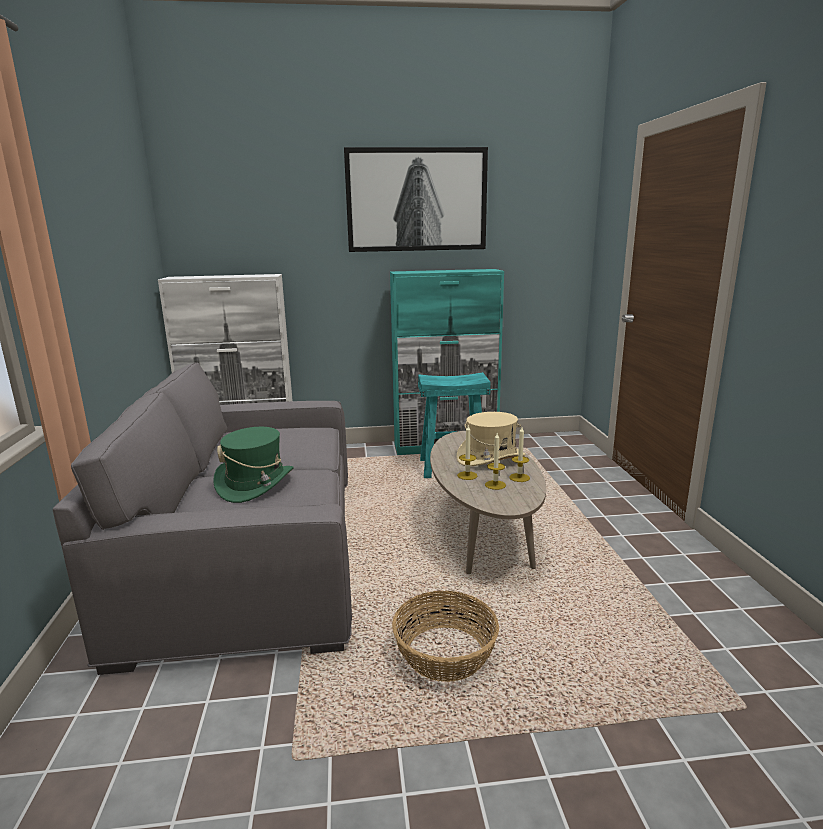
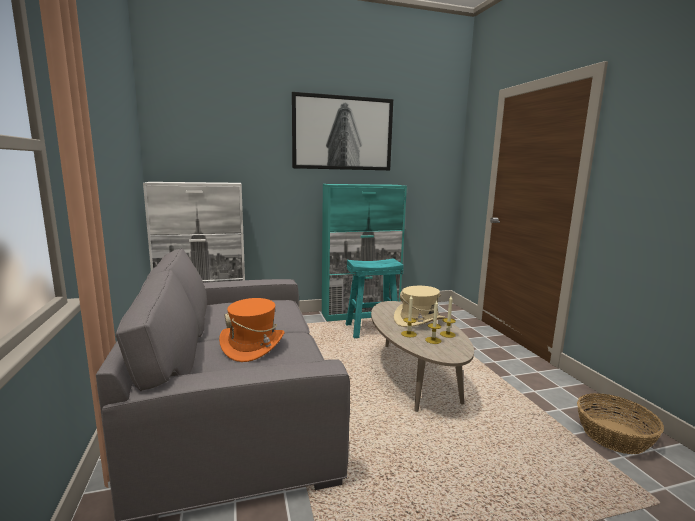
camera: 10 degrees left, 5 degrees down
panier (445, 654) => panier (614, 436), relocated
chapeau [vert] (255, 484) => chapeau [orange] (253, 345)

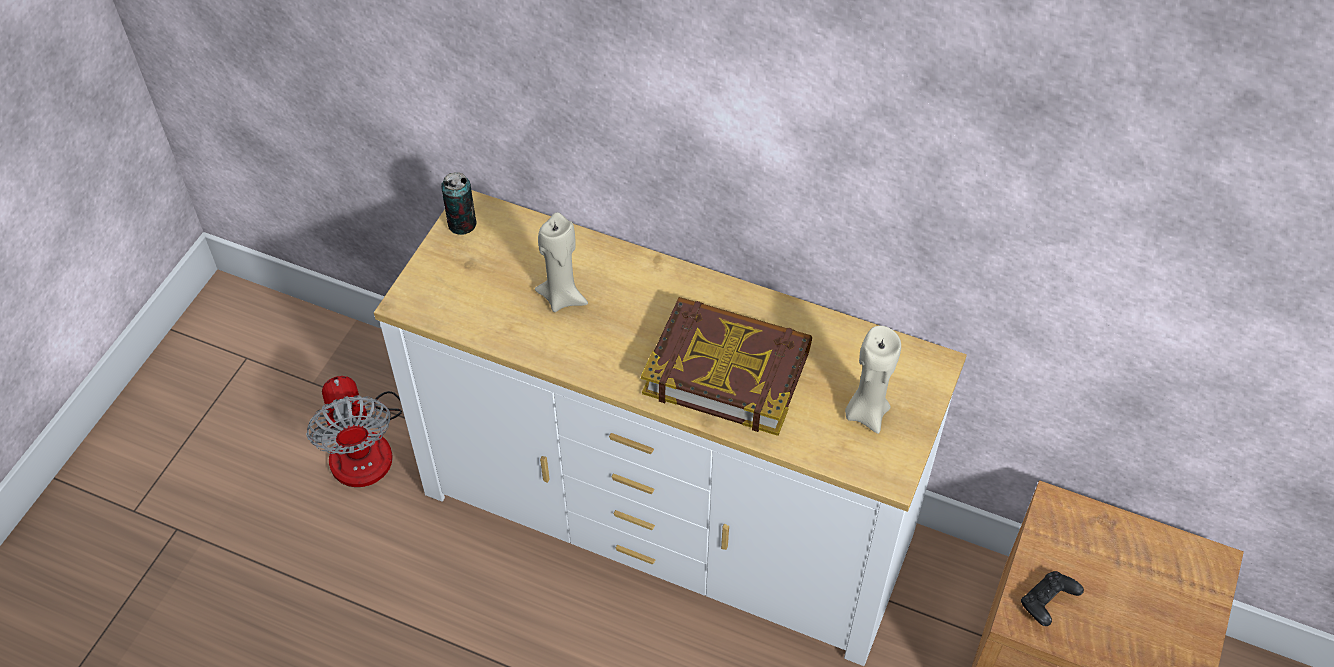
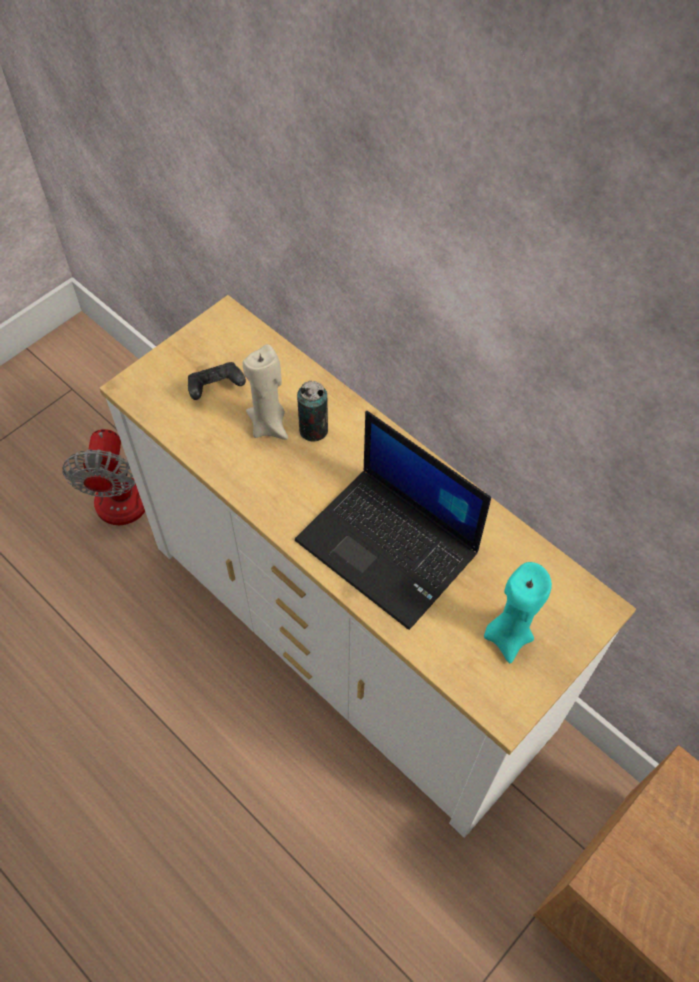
camera: 20 degrees right, 5 degrees up
boîte métallique (462, 224) => boîte métallique (313, 430), relocated
manette [noir] (1047, 603) => manette [noir] (216, 388), relocated
livre (727, 370) => ordinateur portable (390, 546)
bougie [beige] (866, 412) => bougie [turquoise] (508, 636)

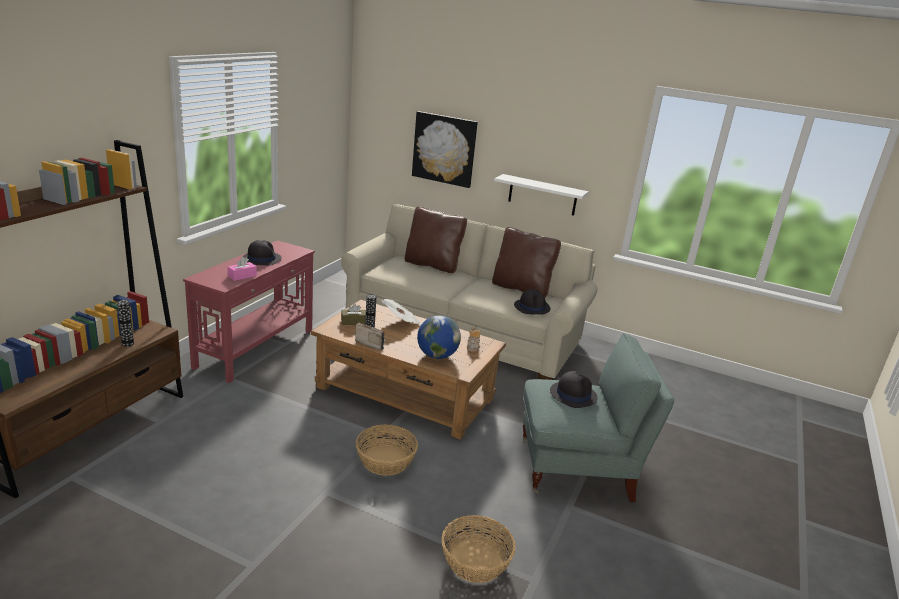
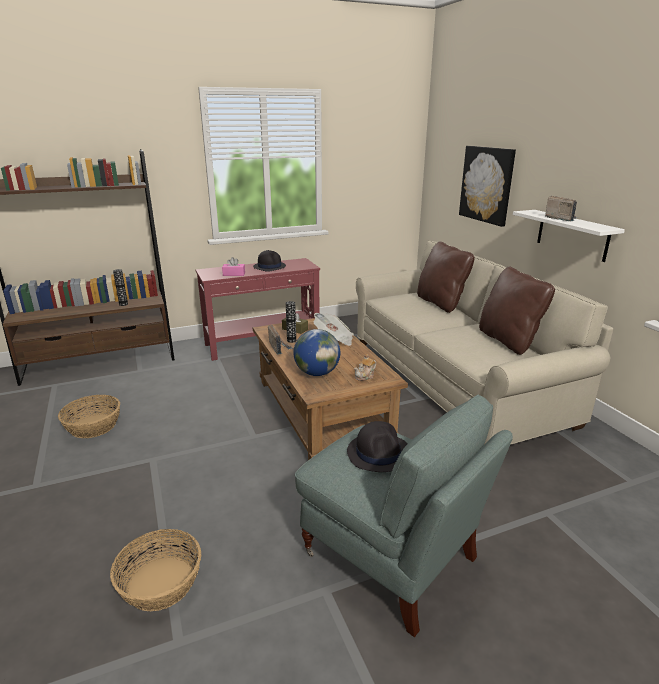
camera: 45 degrees right, 0 degrees up
chapeau [noir] (532, 307) => nothing
nothing => radio (561, 219)
panier (385, 461) => panier (93, 426), relocated

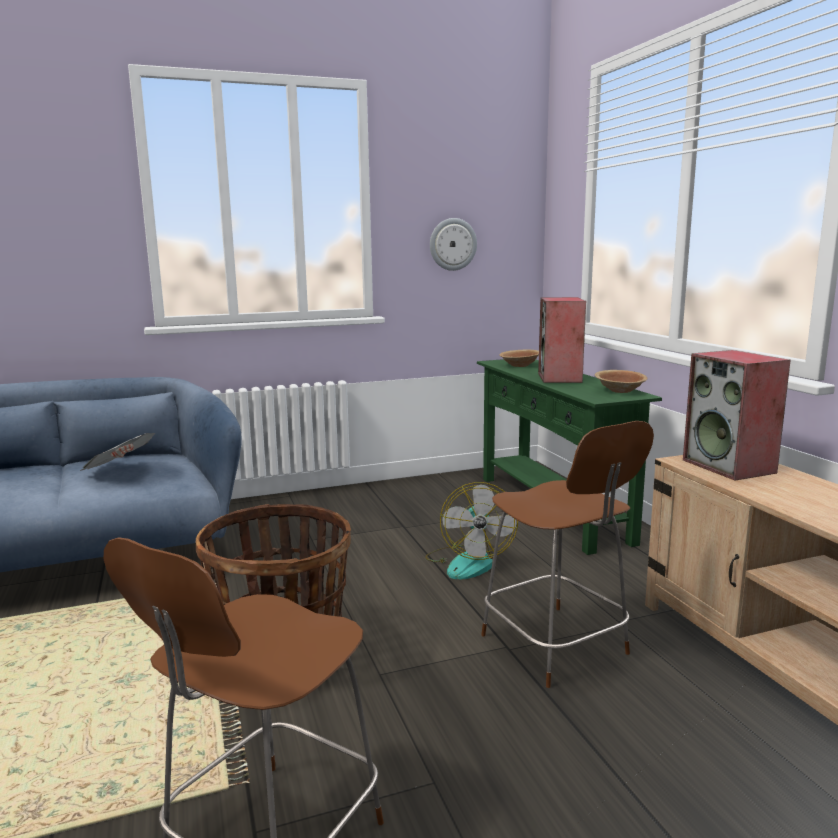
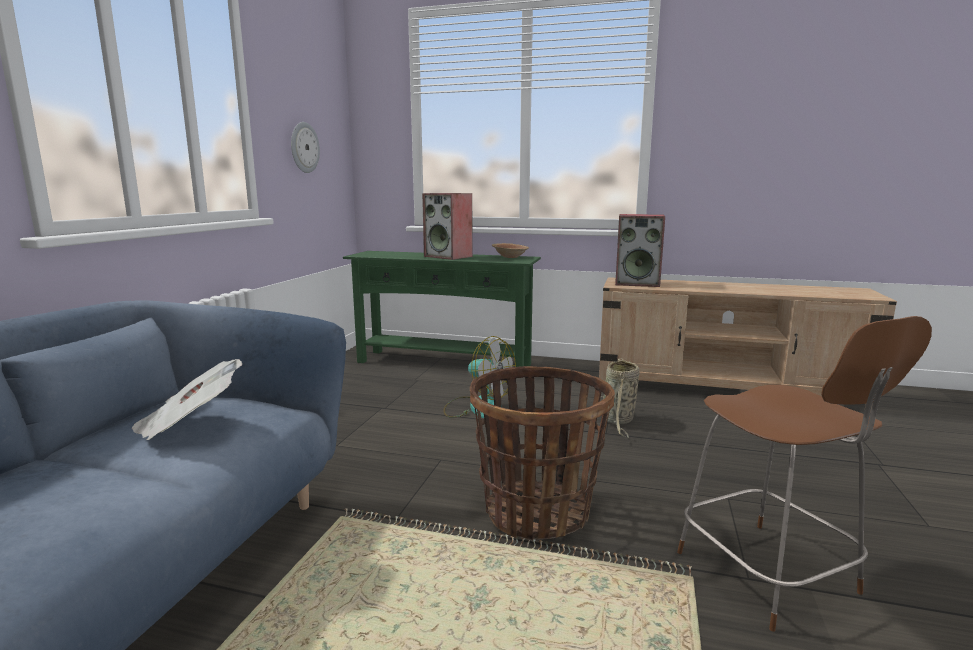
camera: 55 degrees left, 0 degrees up
bol [marron] (520, 365) => nothing
tabouret [marron] (557, 647) => panier (618, 421)

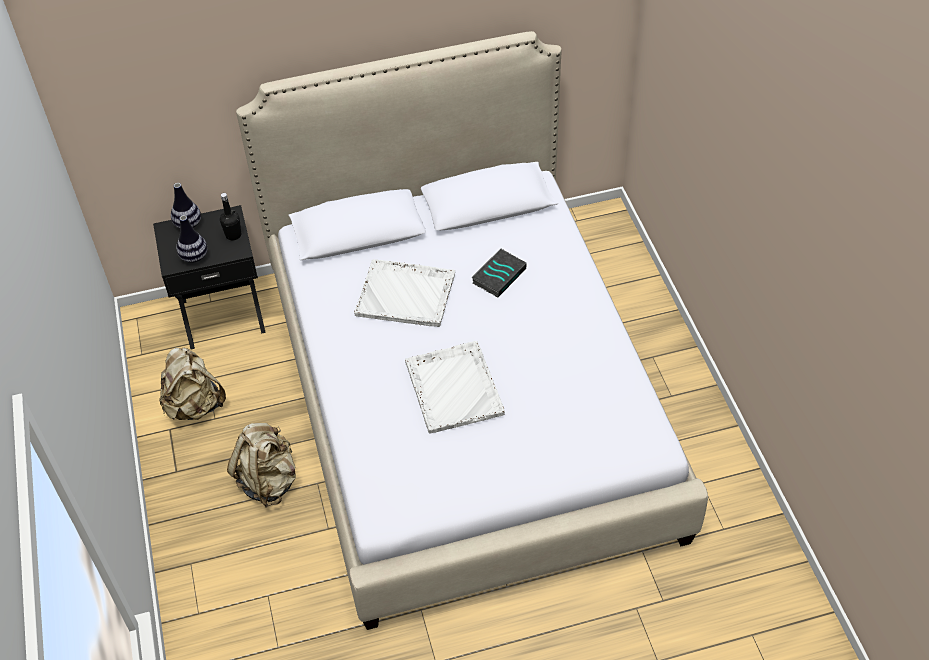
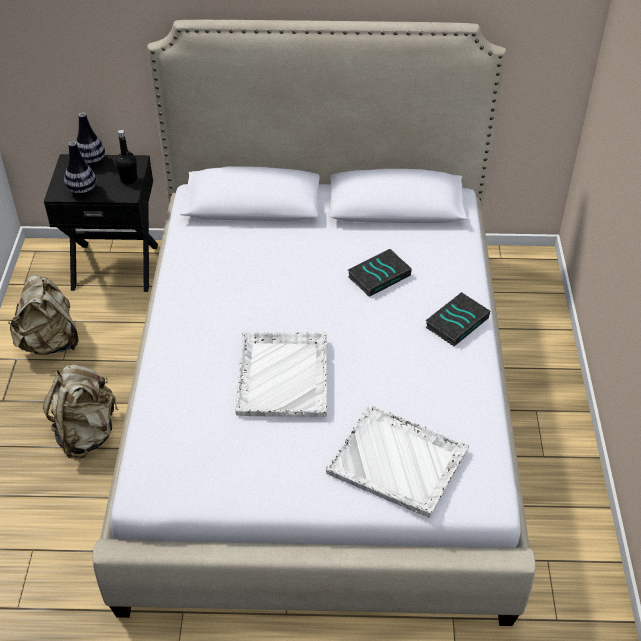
camera: 15 degrees right, 5 degrees down
nothing => livre (456, 322)
plateau [blanc] (406, 295) => plateau [blanc] (398, 462), relocated

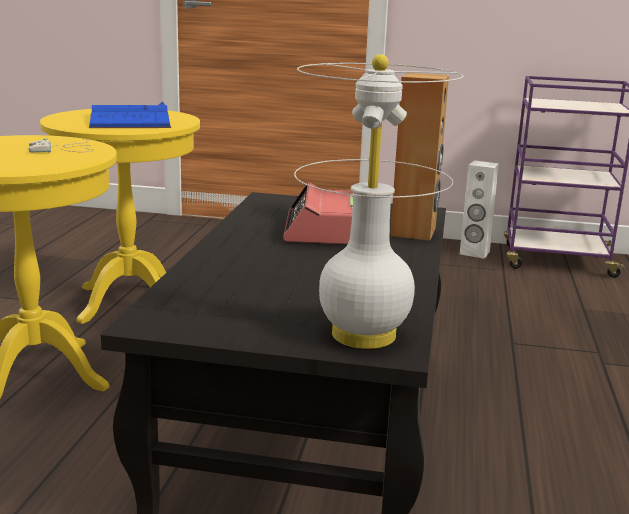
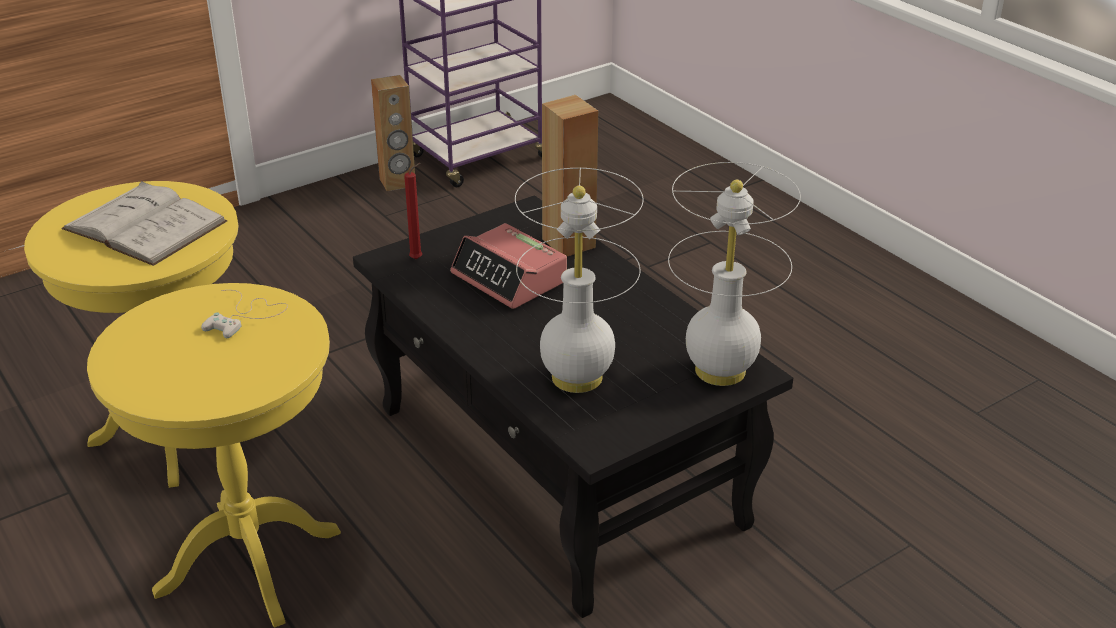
camera: 45 degrees left, 15 degrees up
nothing => bougie [rouge] (418, 259)
nothing => lampe de table [blanc] (576, 377)
livre [bleu] (130, 119) => livre [blanc] (145, 225)
enceinte [blanc] (474, 253) => enceinte [marron] (397, 182)

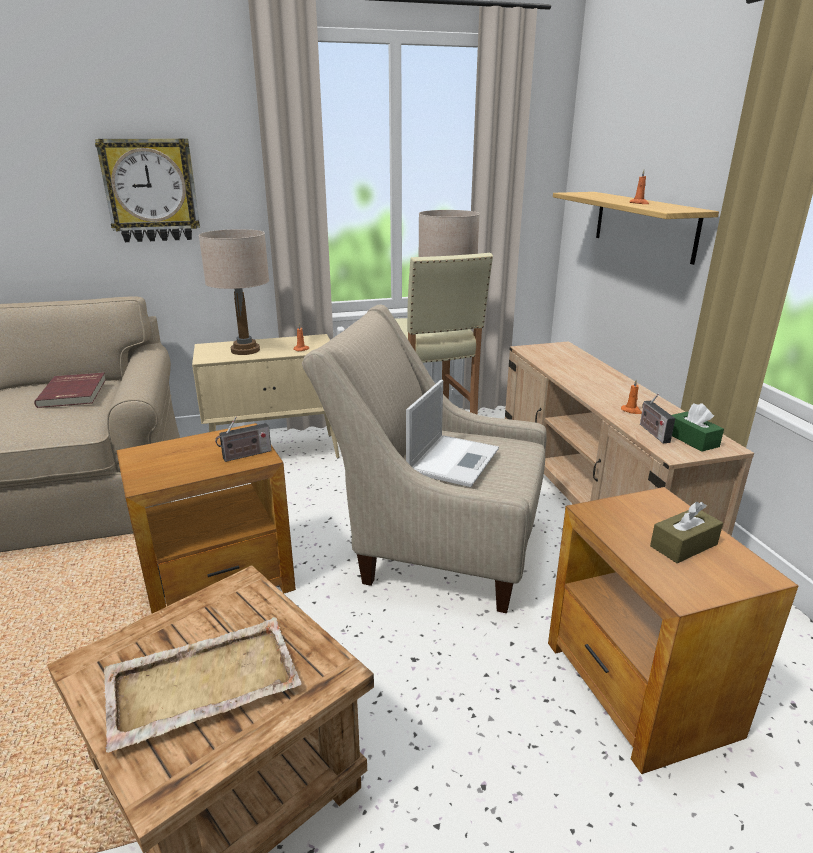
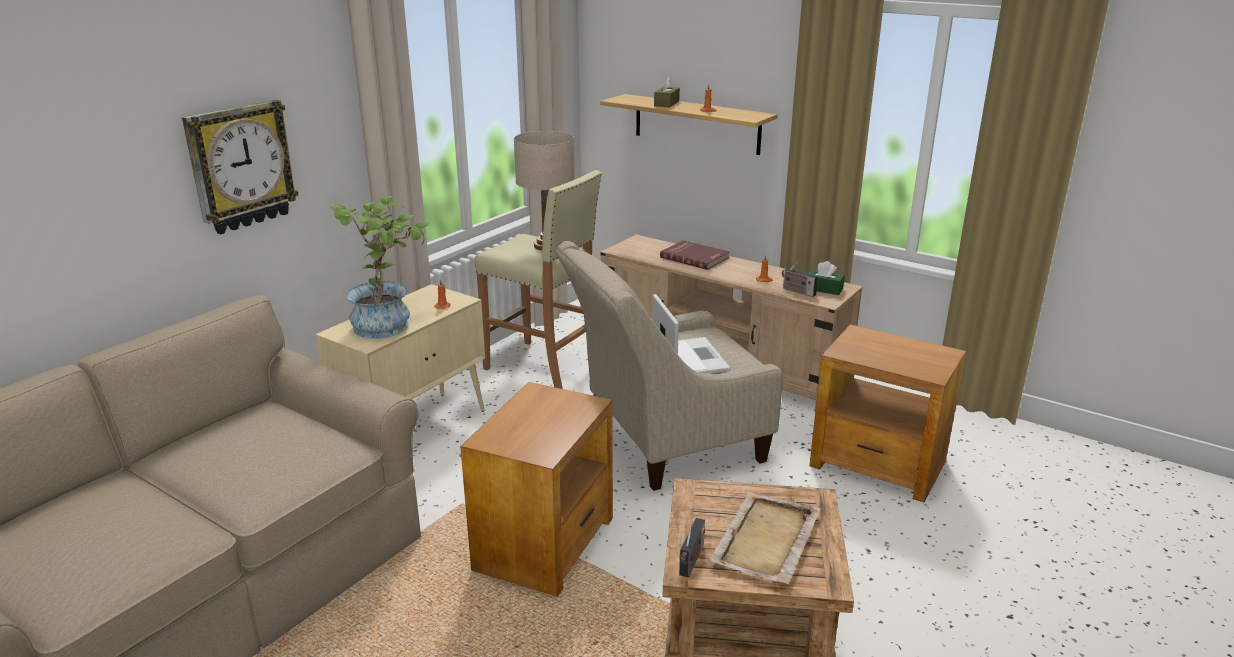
camera: 40 degrees left, 0 degrees up
livre [rouge] (74, 392) => livre [rouge] (695, 257), relocated
radio (245, 455) => radio (691, 561), relocated
boîte à mouchoirs [marron] (683, 545) => boîte à mouchoirs [marron] (666, 103), relocated
lampe de table [beige] (245, 350) => plante en pot (389, 324)

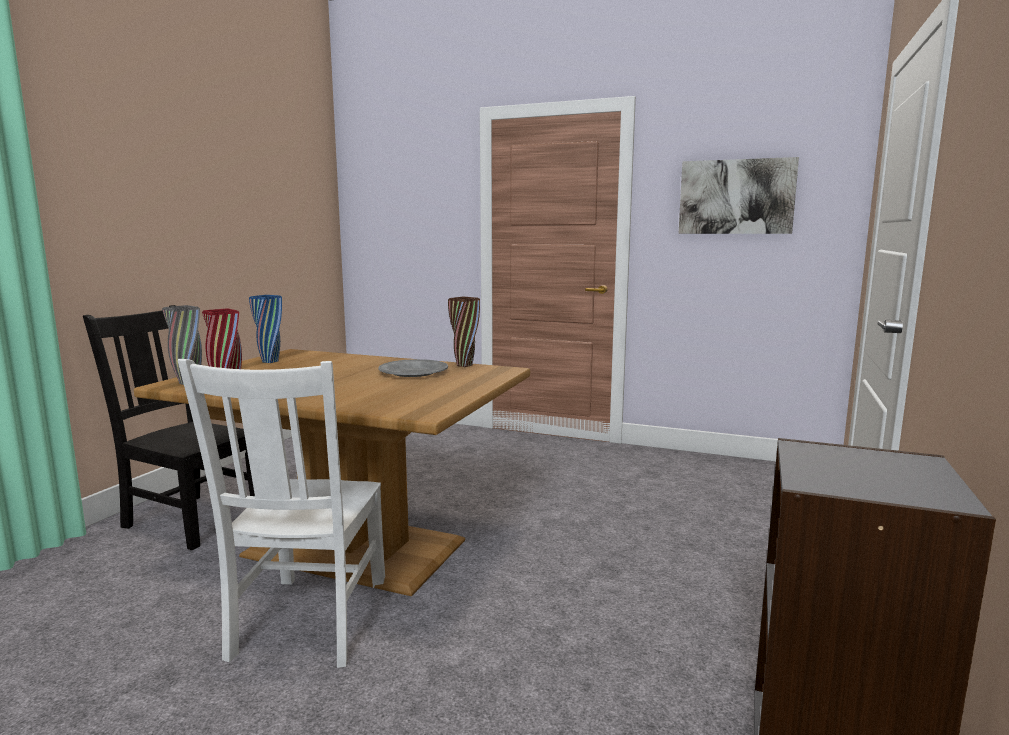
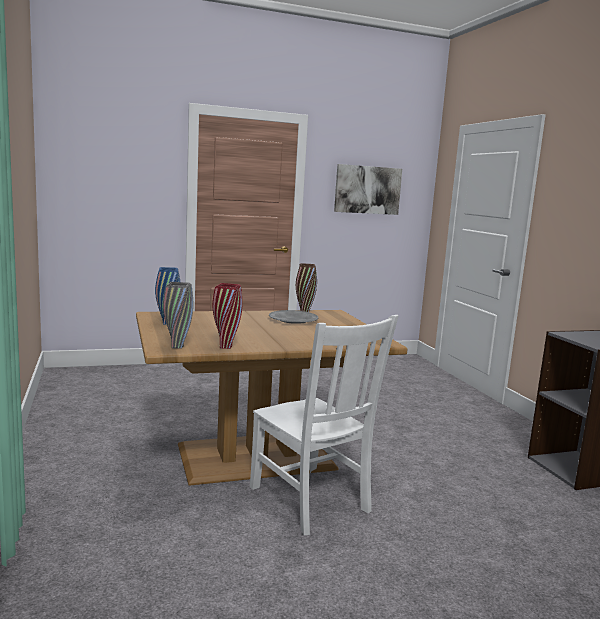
camera: 40 degrees left, 0 degrees up
chaise [noir] (191, 519) => nothing

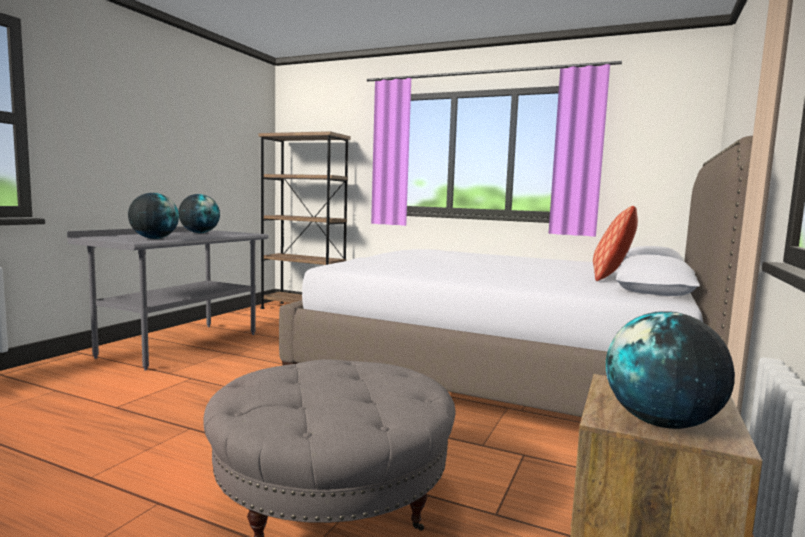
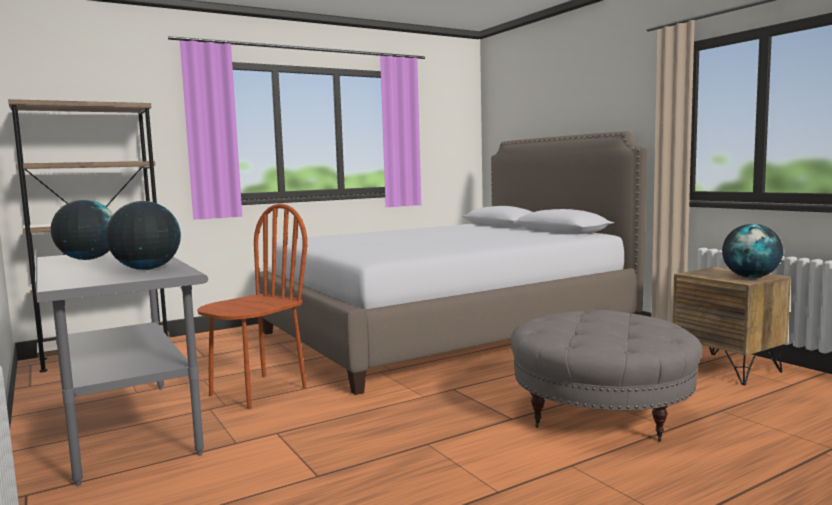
camera: 55 degrees left, 0 degrees up
coussin (611, 278) => nothing
nothing => chaise [marron] (257, 391)

